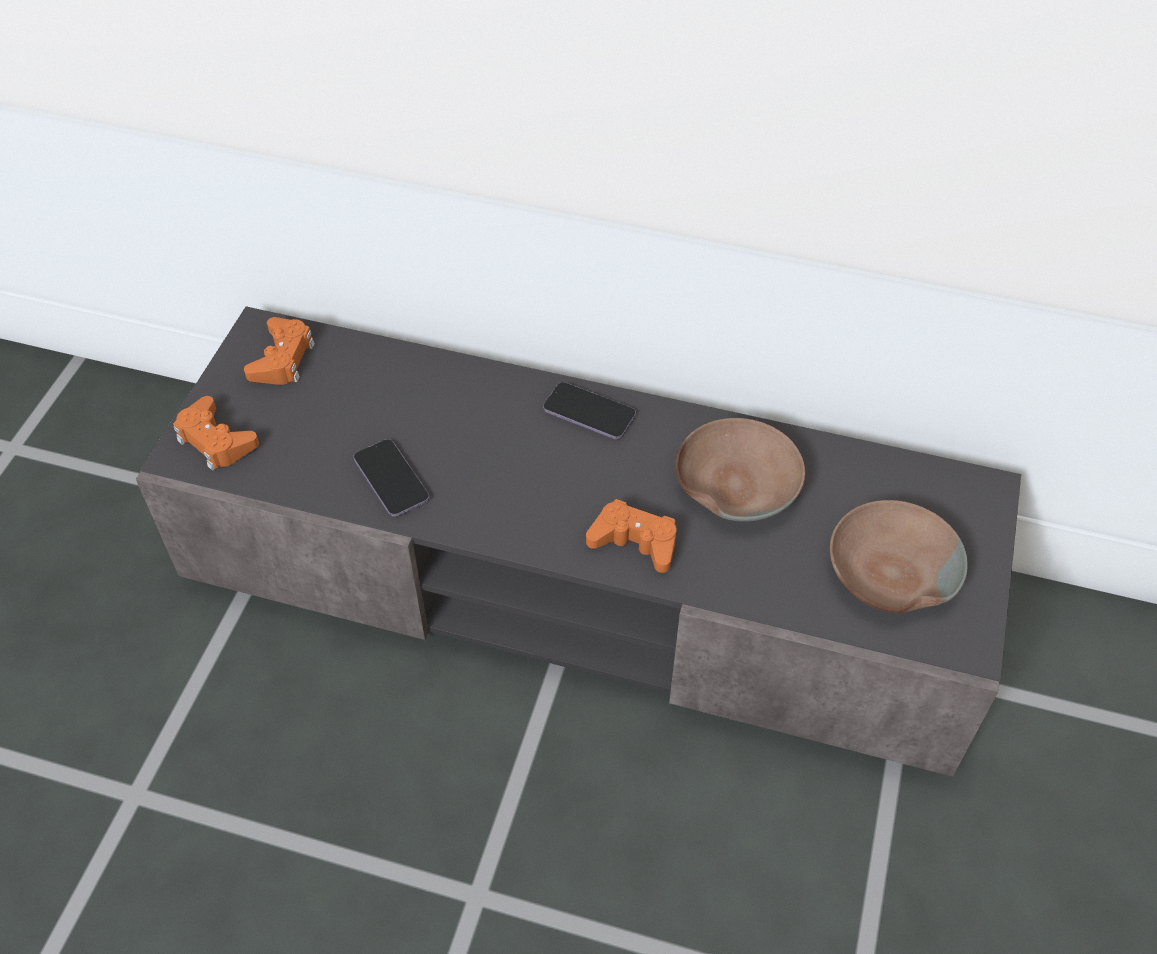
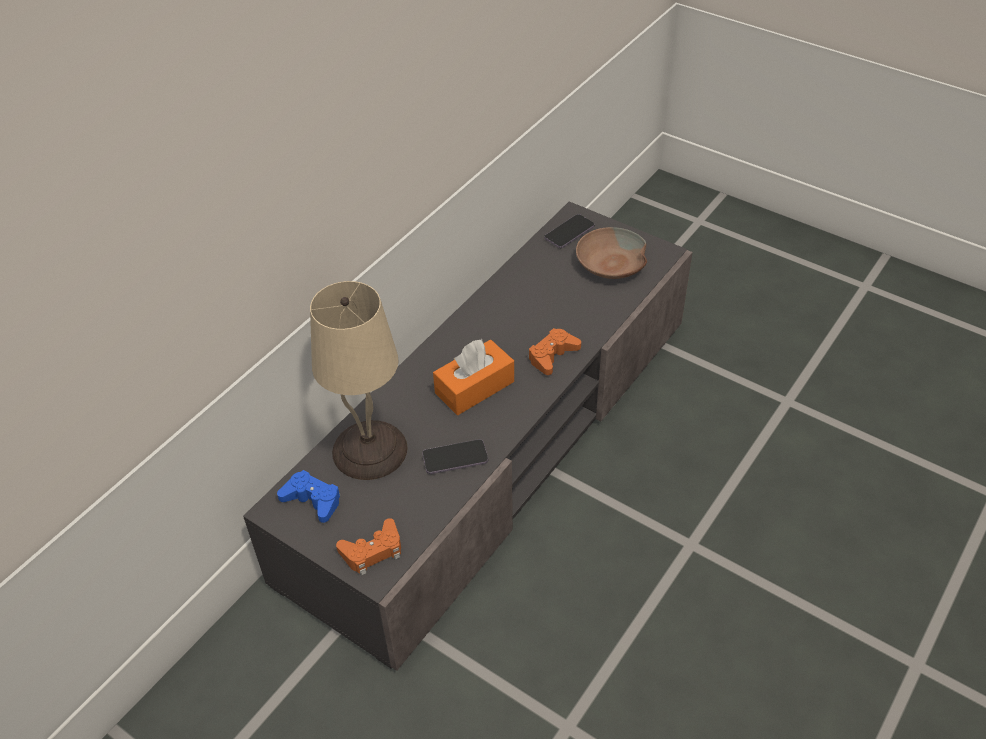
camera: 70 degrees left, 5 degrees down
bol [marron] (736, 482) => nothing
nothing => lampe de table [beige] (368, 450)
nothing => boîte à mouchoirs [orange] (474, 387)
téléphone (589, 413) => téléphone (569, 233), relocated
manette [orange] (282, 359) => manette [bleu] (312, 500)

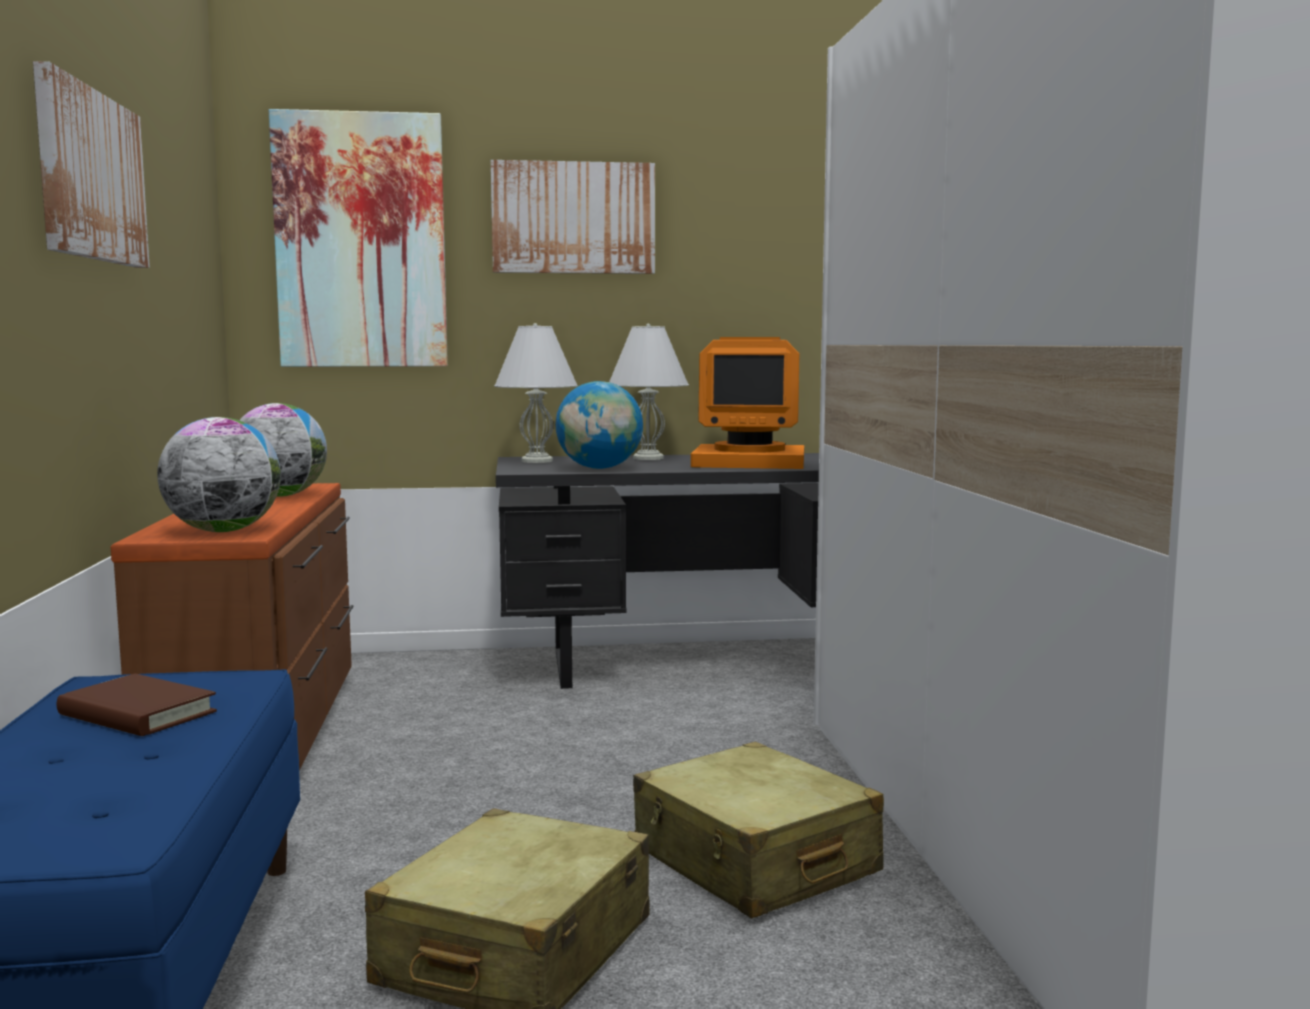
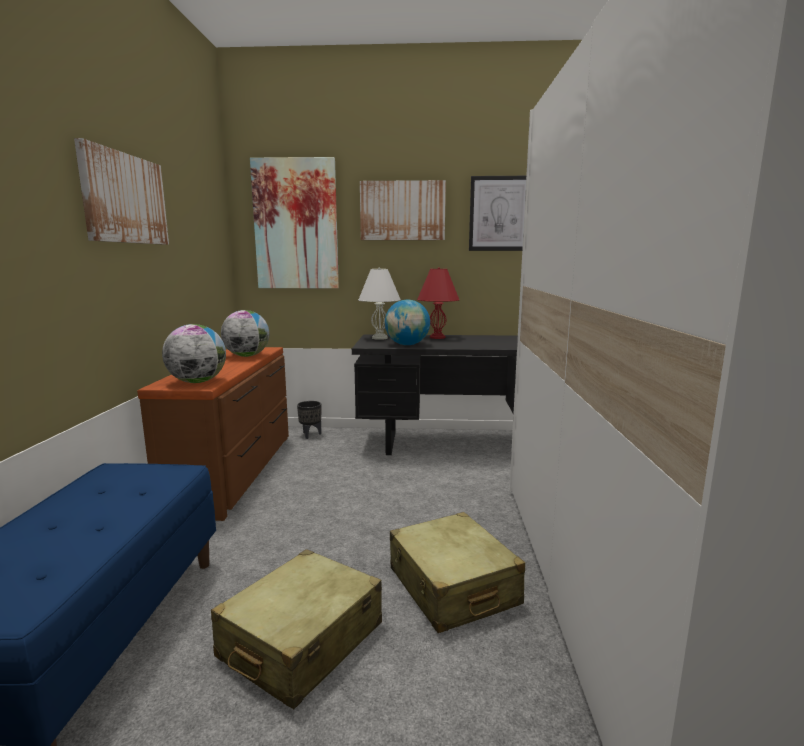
camera: 10 degrees right, 5 degrees up
livre [marron] (137, 714) => nothing
écran d'ordinateur (750, 461) => nothing
nothing => cache-pot [noir] (310, 435)
nothing => tableau (500, 214)
lampe de table [blanc] (648, 458) => lampe de table [rouge] (437, 337)

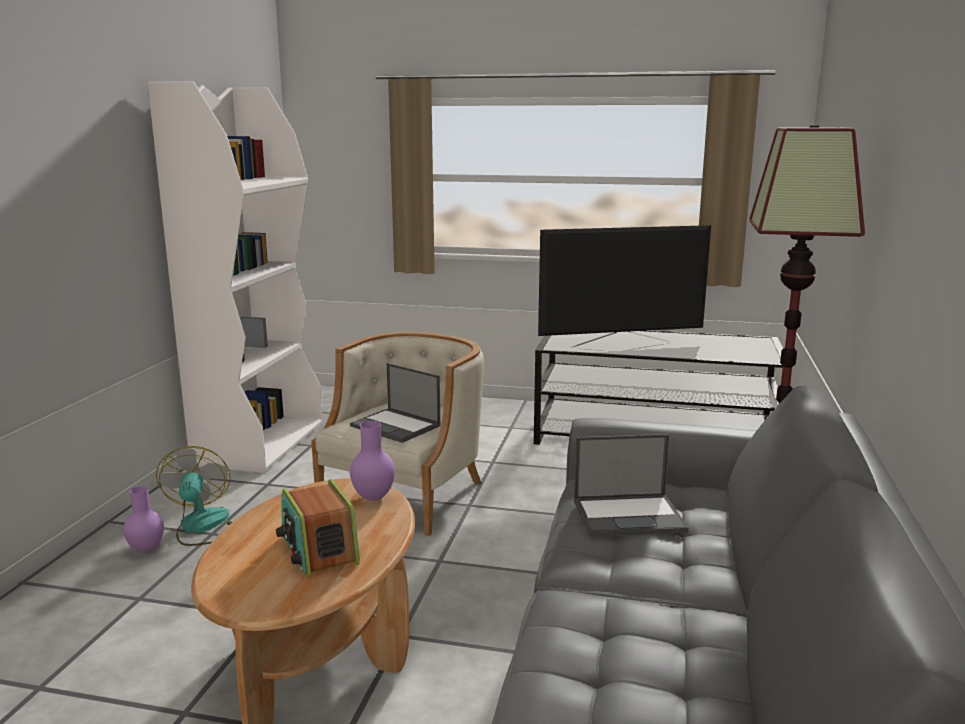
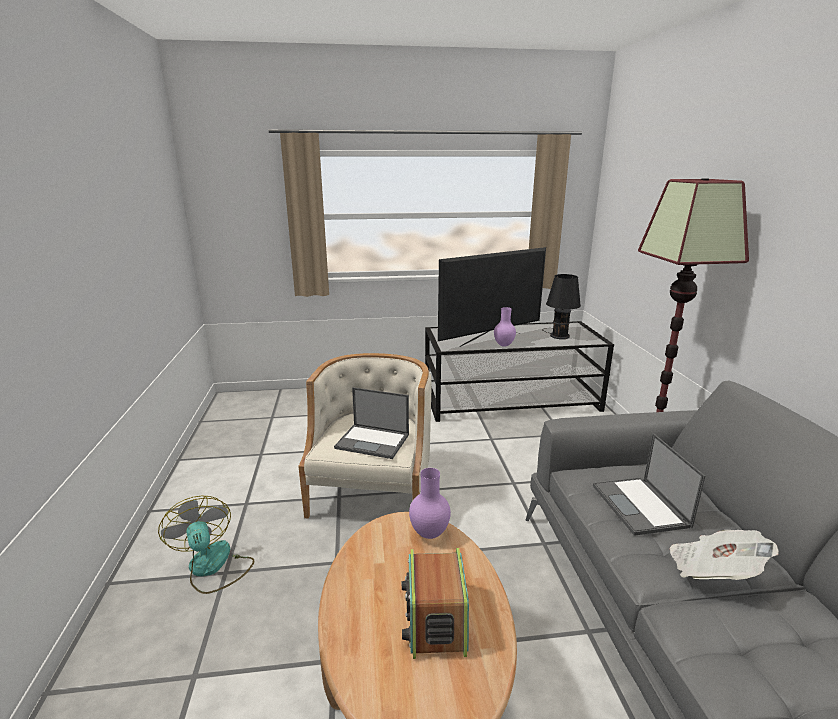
camera: 20 degrees left, 5 degrees up
bibliothèque [blanc] (260, 443) => nothing
nothing => lampe de table [noir] (558, 335)
nothing => journal (713, 571)
vase [violet] (146, 550) => vase [violet] (504, 345), relocated
radio (318, 550) => radio (435, 617), 45 degrees clockwise
ordinateur portable (630, 515) => ordinateur portable (641, 506), 105 degrees clockwise

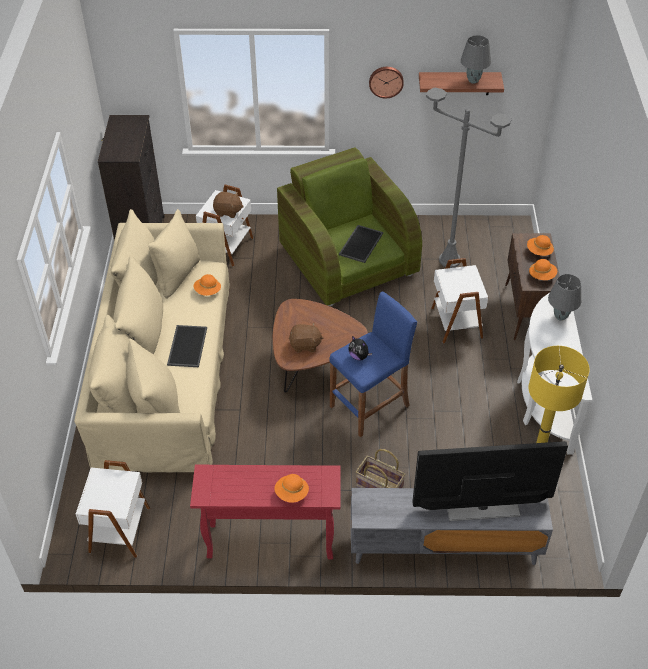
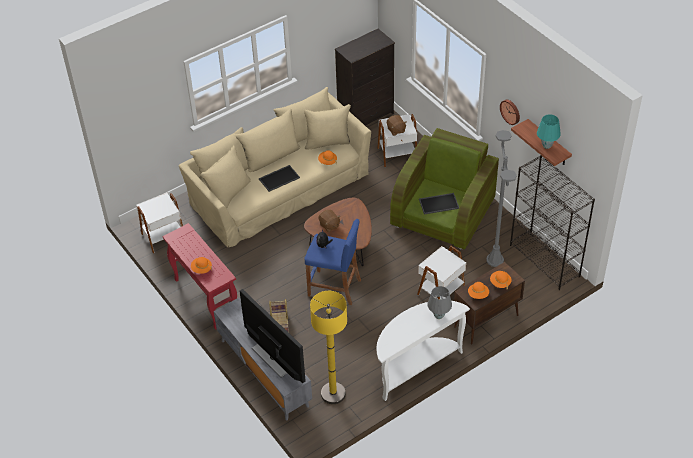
camera: 55 degrees right, 0 degrees up
nothing => bibliothèque [noir] (545, 261)
lampe de table [gris] (473, 81) => lampe de table [turquoise] (546, 146)

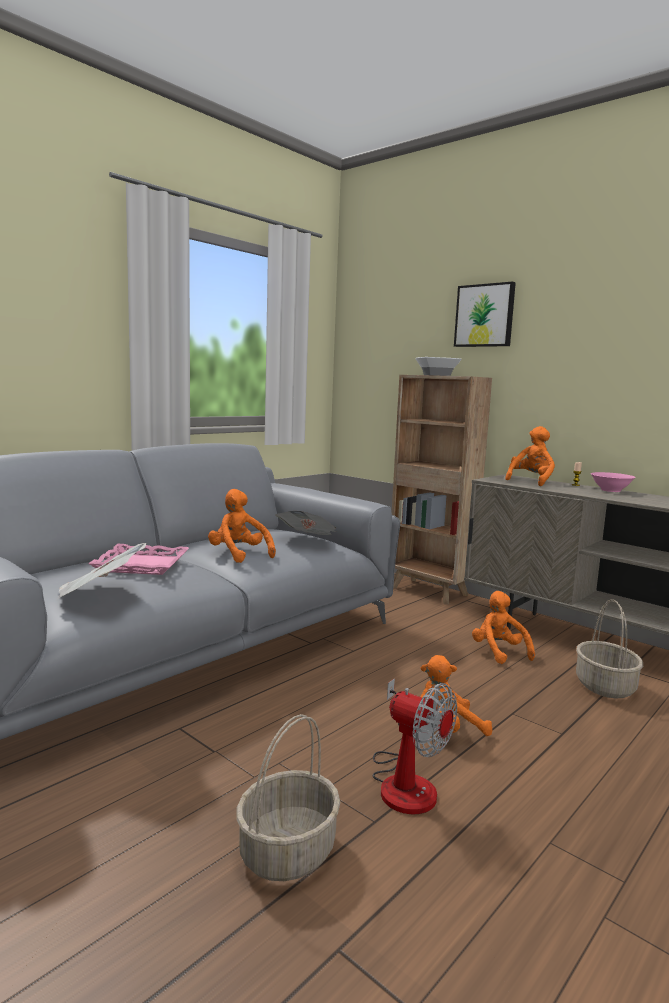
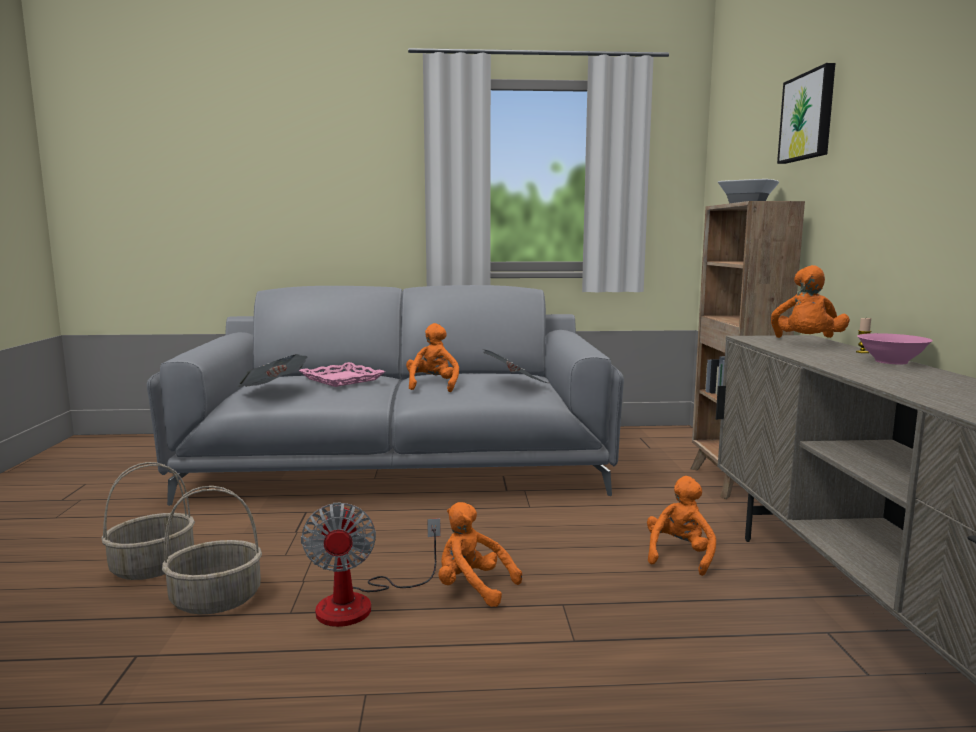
camera: 45 degrees right, 0 degrees up
panier (604, 686) => panier (153, 566), relocated
peluche [orange] (530, 481) => peluche [orange] (806, 343), 120 degrees clockwise

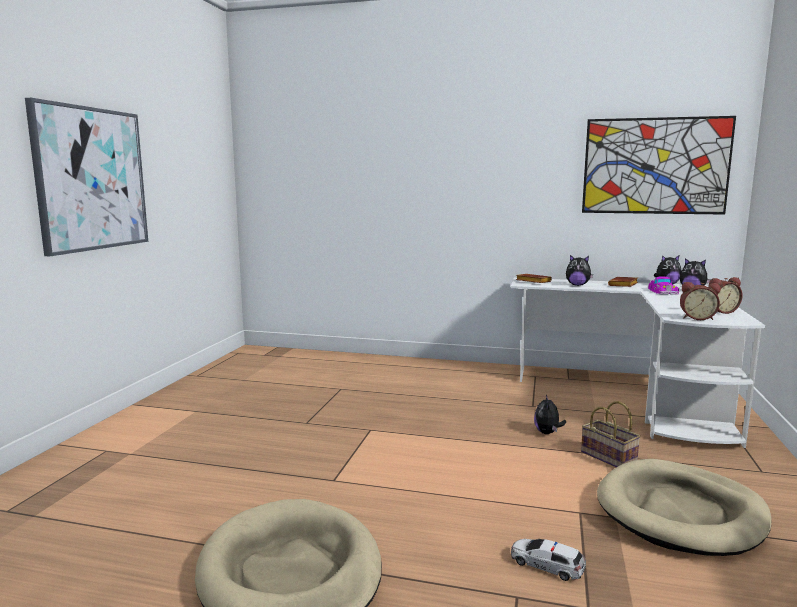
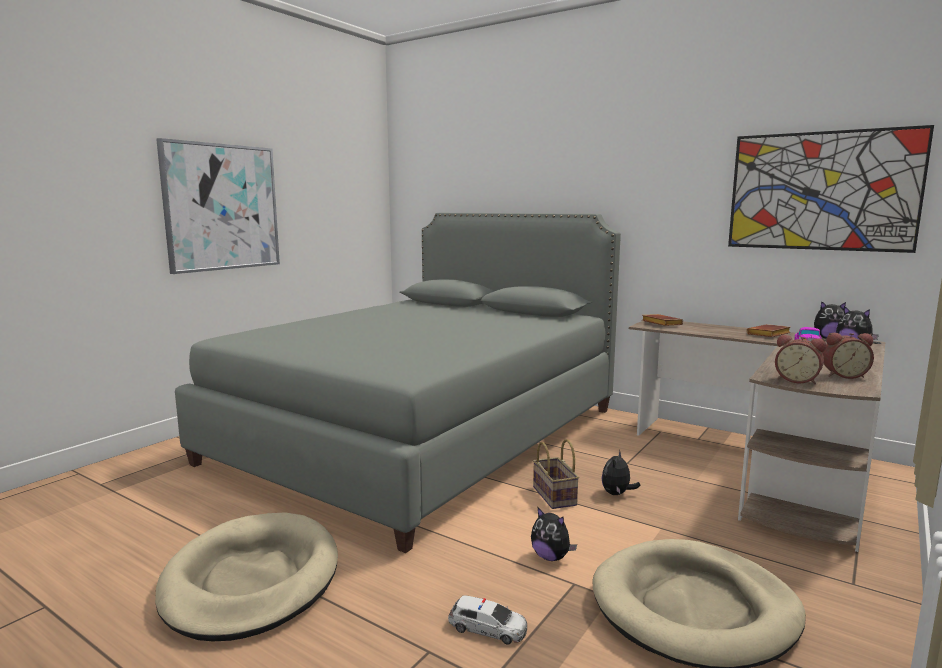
camera: 20 degrees right, 0 degrees up
nothing => lit [gris] (422, 434)
peluche (577, 285) => peluche (551, 557), relocated
panier (610, 457) => panier (556, 496), relocated
bureau [blanc] (635, 395) => bureau [marron] (765, 468)
petite voiture (546, 564) => petite voiture (488, 628), 150 degrees clockwise

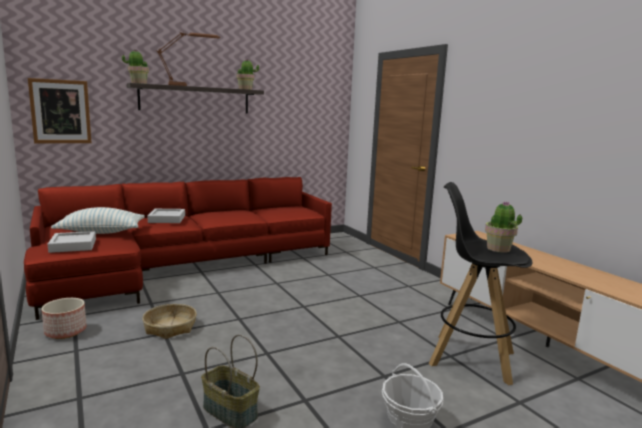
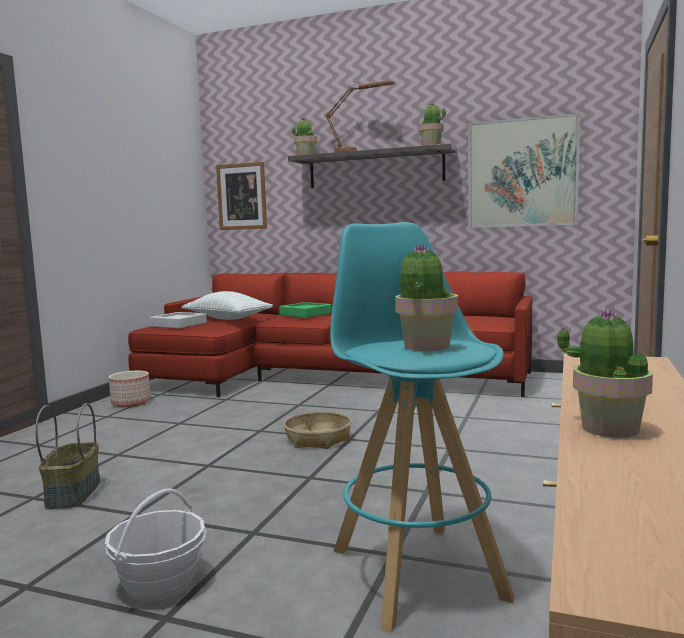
camera: 50 degrees right, 5 degrees down
nothing => tableau (522, 173)
nothing => plante en pot (609, 428)
panier (170, 327) => panier (318, 439), relocated
plateau [gris] (167, 219) => plateau [vert] (305, 314)
tabouret [noir] (470, 358) => tabouret [turquoise] (416, 571)

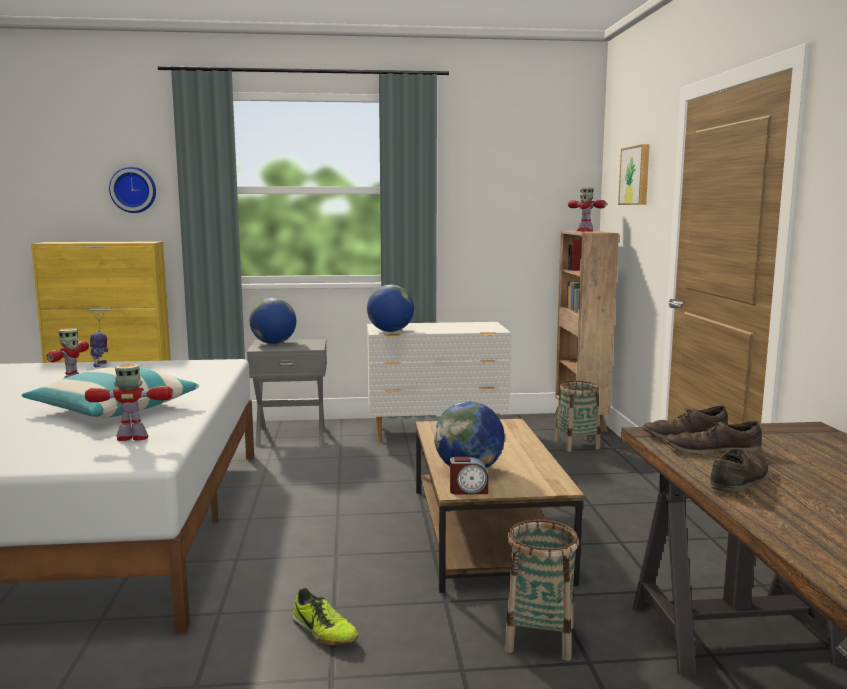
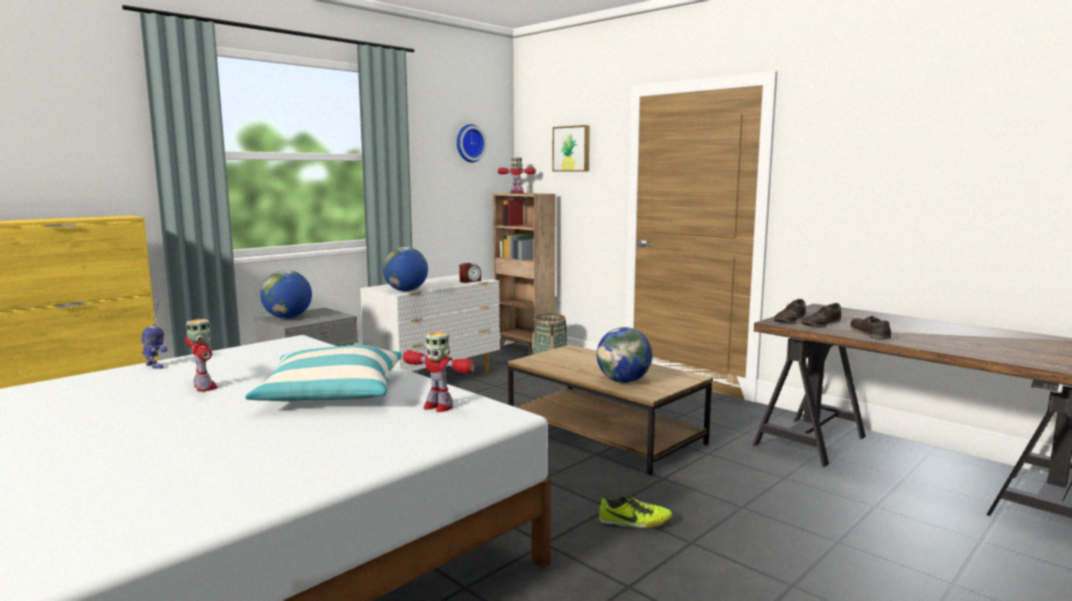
camera: 40 degrees left, 0 degrees up
panier (539, 638) => nothing
horloge murale (133, 190) => horloge murale (469, 143), relocated
réveil (468, 490) => réveil (470, 281), relocated
robot jouet (133, 438) => robot jouet (437, 407), 105 degrees counterclockwise

